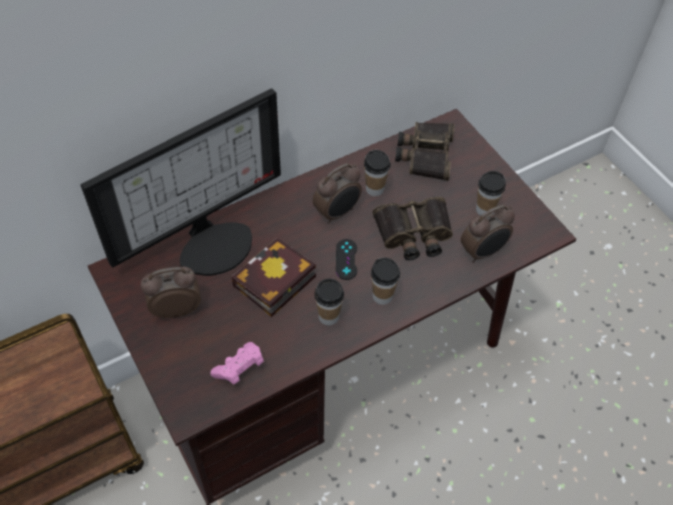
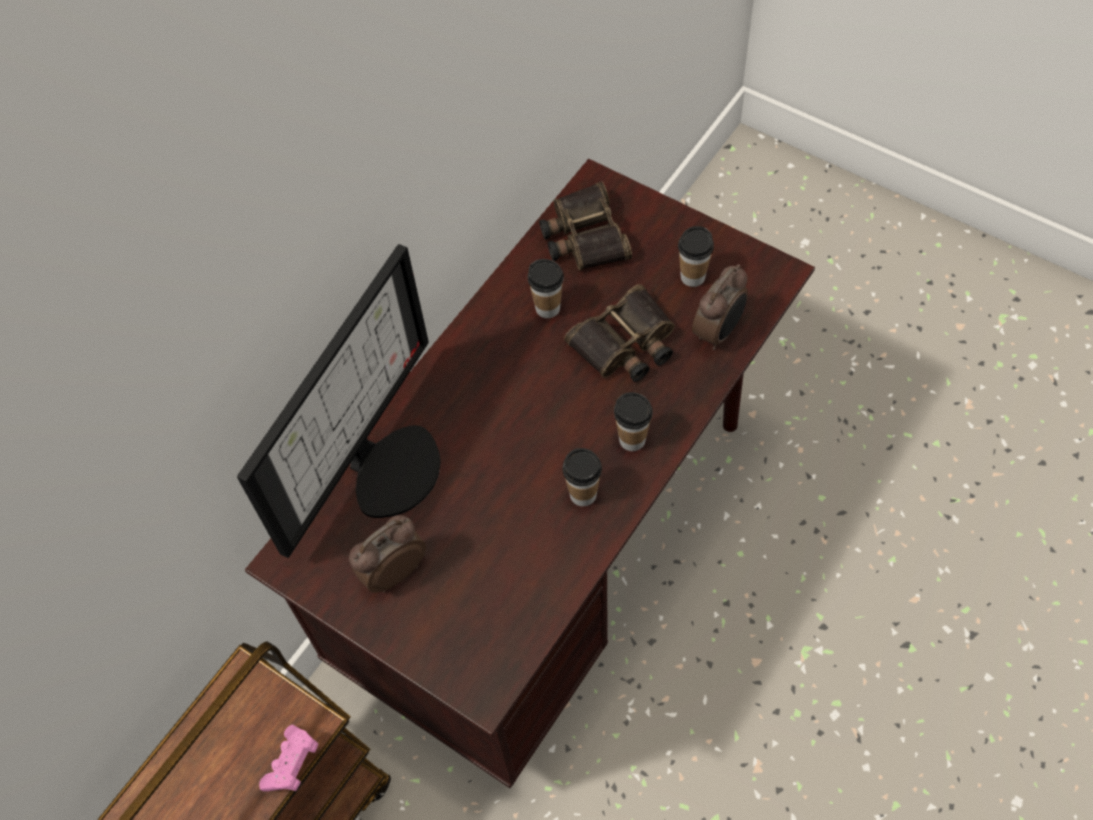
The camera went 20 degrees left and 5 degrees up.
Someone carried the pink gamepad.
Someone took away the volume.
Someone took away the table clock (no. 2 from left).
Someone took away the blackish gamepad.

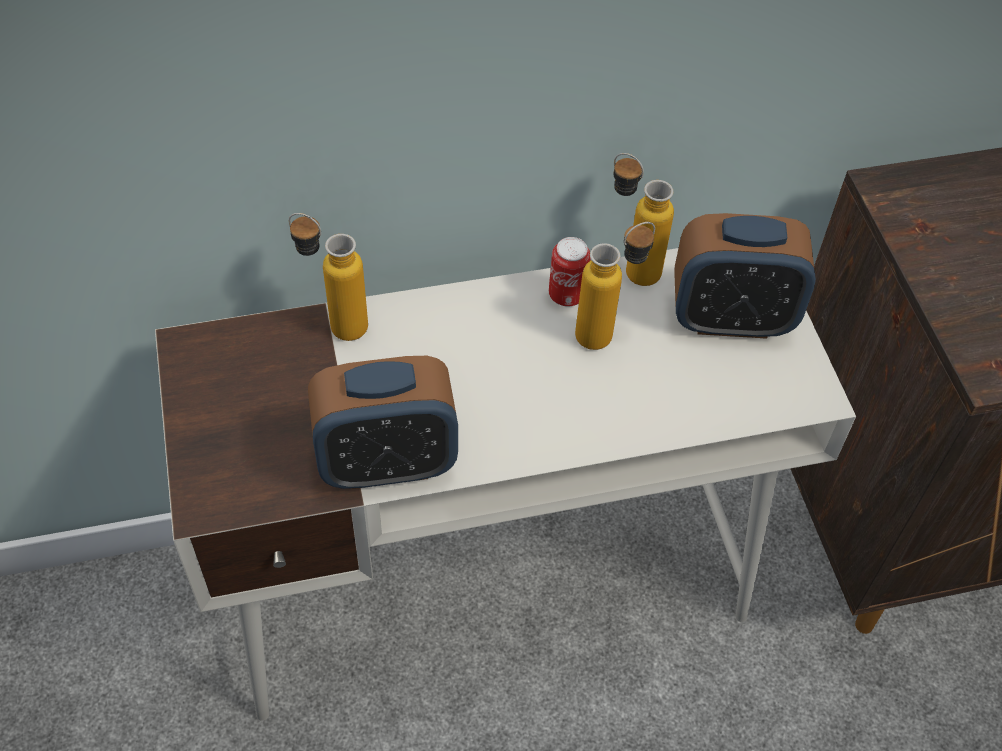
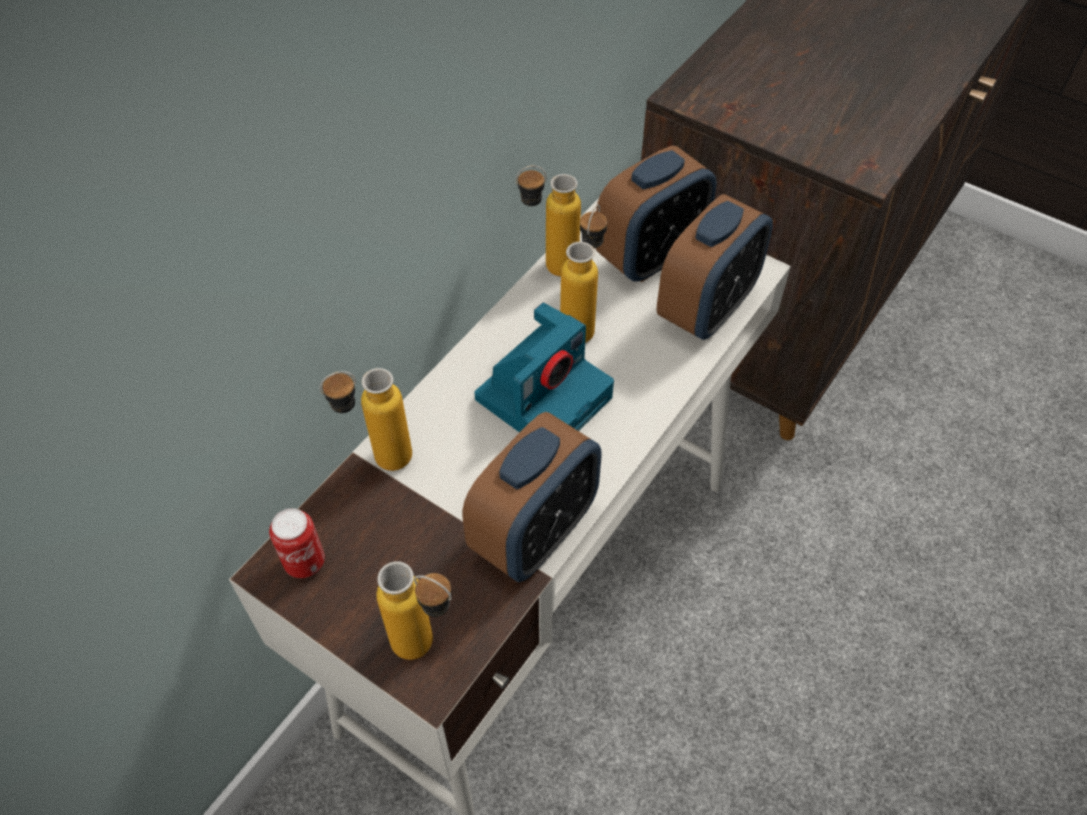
The camera went 40 degrees left and 0 degrees up.
Someone carried the sealed can.
Someone put down the bottle (no. 2 from left).
Someone put down the still camera.
Someone put down the table clock (no. 3 from left).

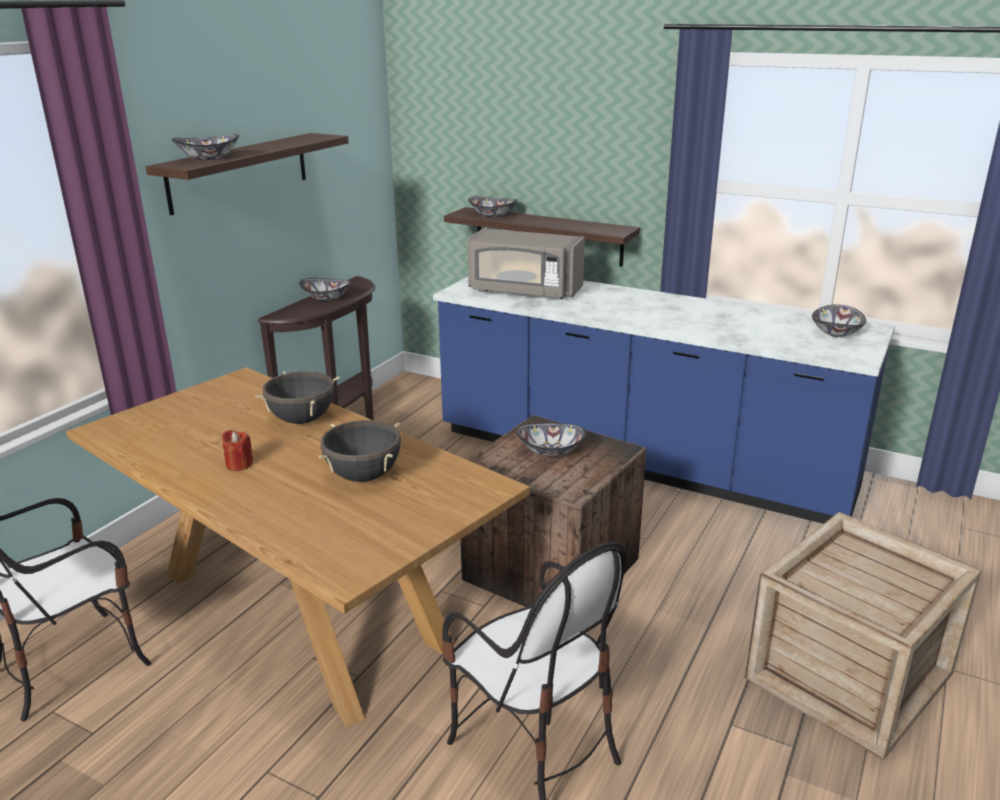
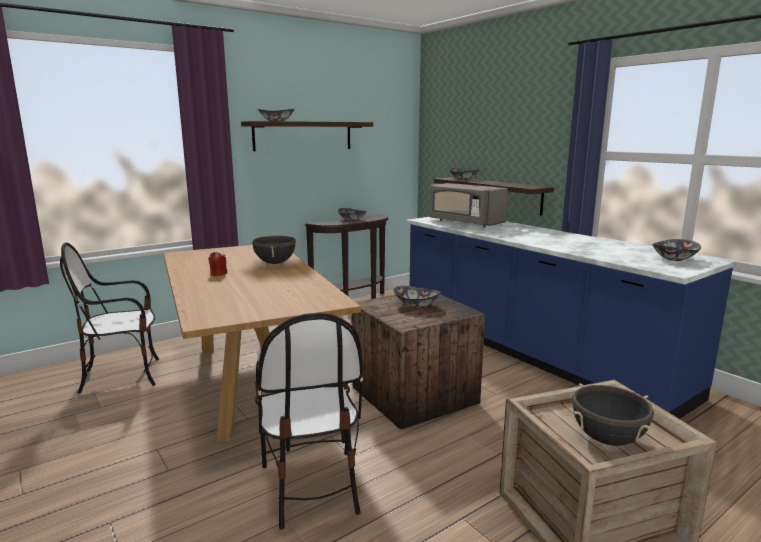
The camera went 25 degrees right and 10 degrees down.
Someone carried the blackish saucepot (no. 2 from left).

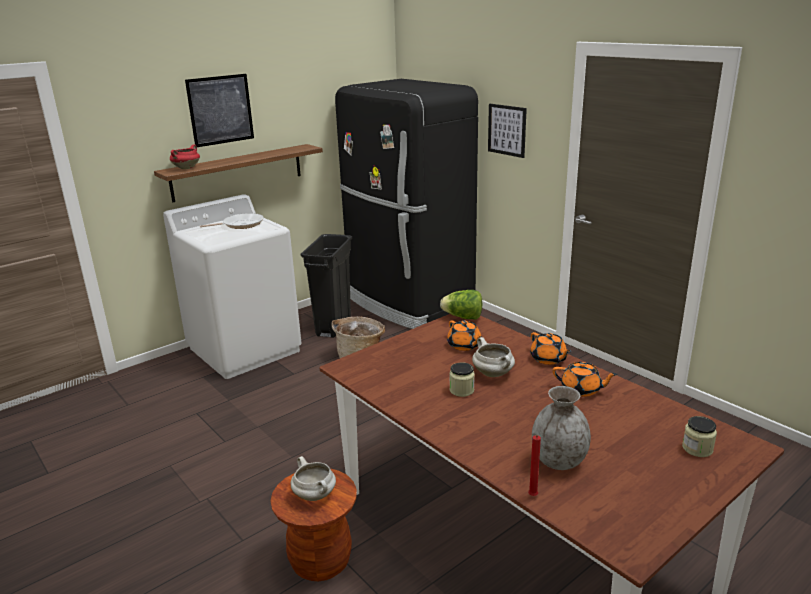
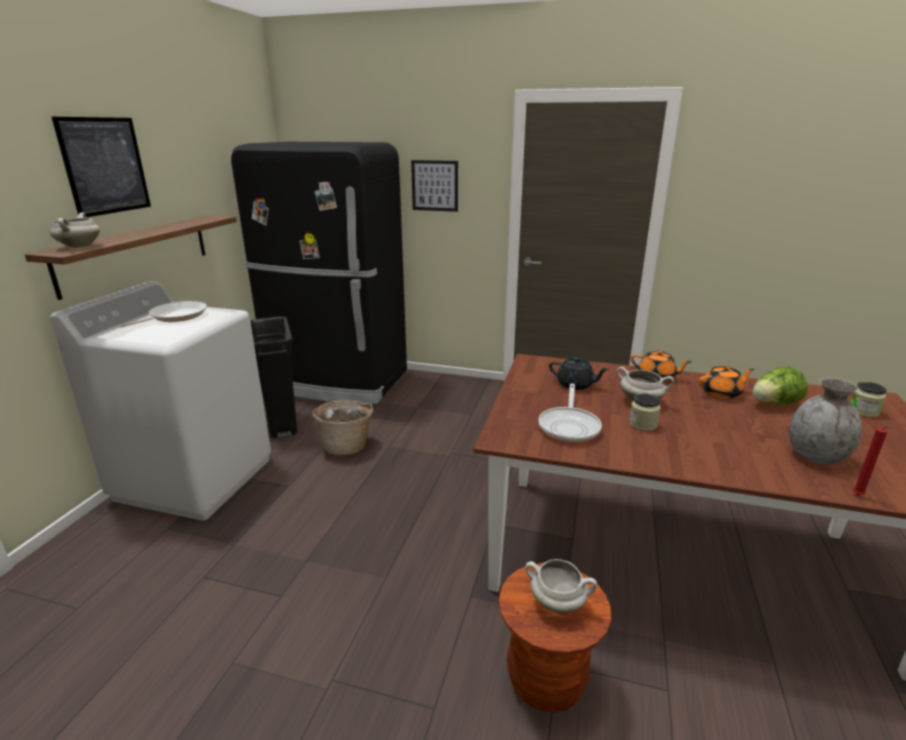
The camera went 35 degrees left and 0 degrees up.
Someone repainted the reddish saucepot, which became the white saucepot (no. 1 from left).
Someone carried the lettuce.
Someone repainted the orangey pot for tea (no. 1 from left), which became the blackish pot for tea.
Someone put down the frying pan (no. 2 from left).

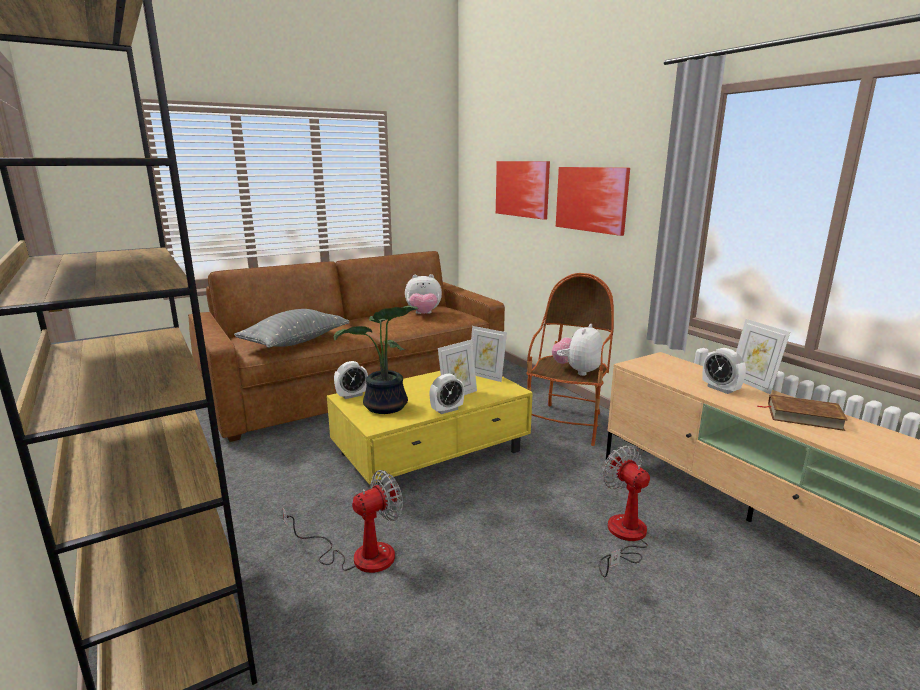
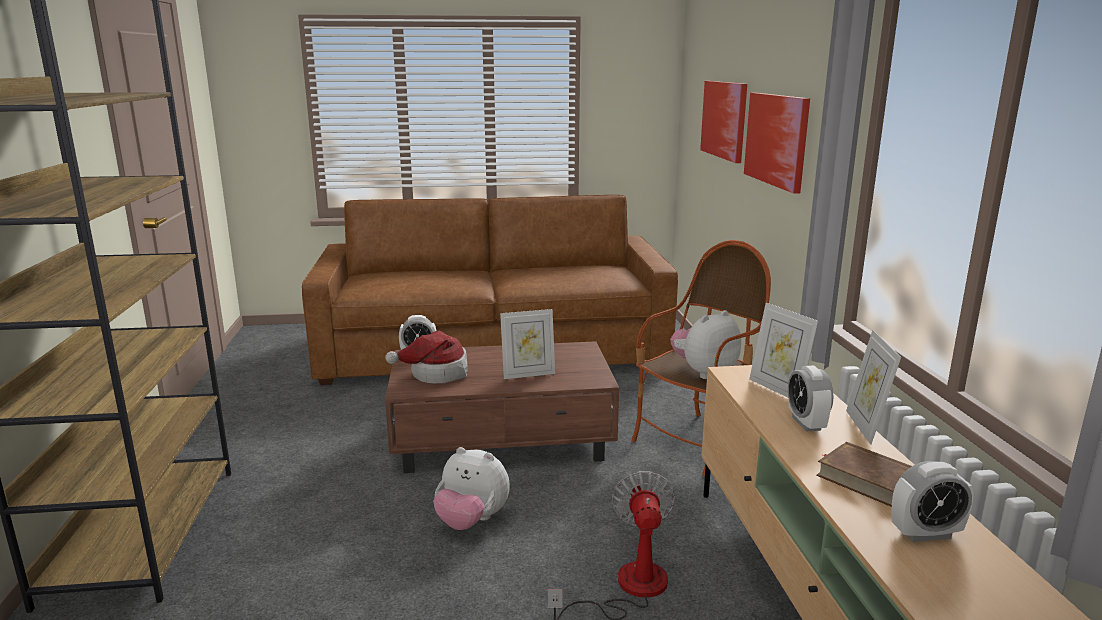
The camera went 25 degrees right and 0 degrees up.
Someone took away the gray cushion.
Someone took away the fan (no. 1 from left).
Someone repainted the yellow-coloured low table, which became the brown low table.
Someone swapped the potted plant for the wearable hat.
Someone carried the soft toy (no. 1 from left).
Someone carried the table clock (no. 2 from left in the first image).
Someone carried the picture frame (no. 2 from left).

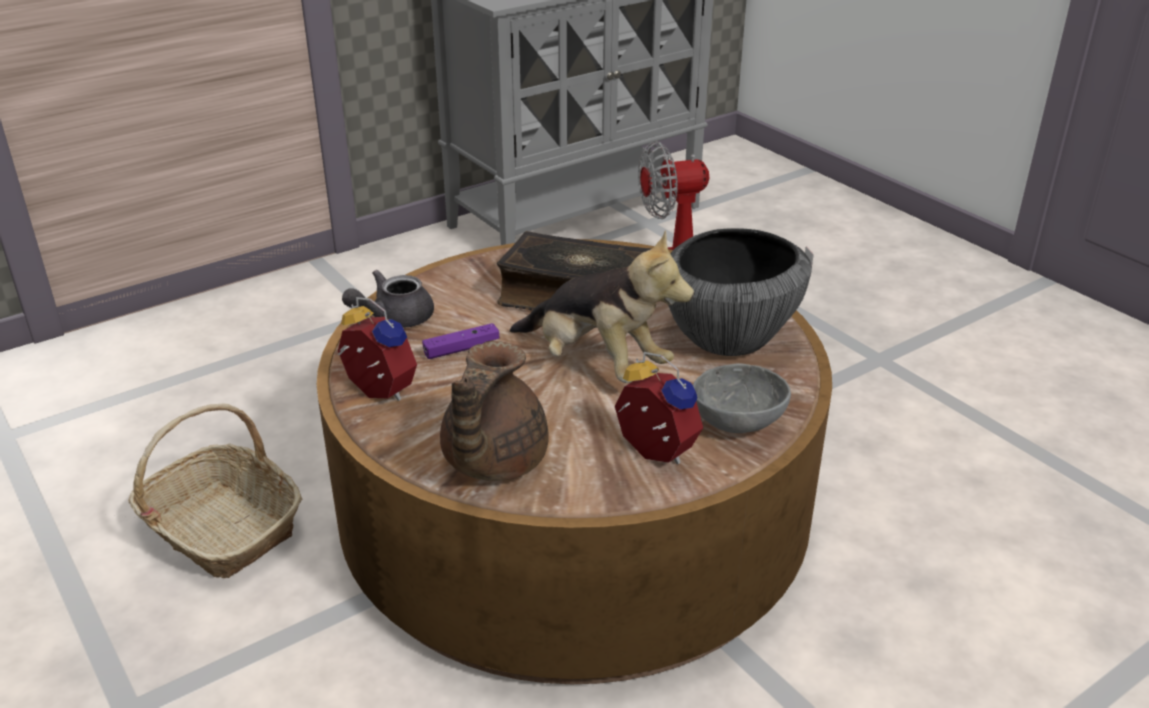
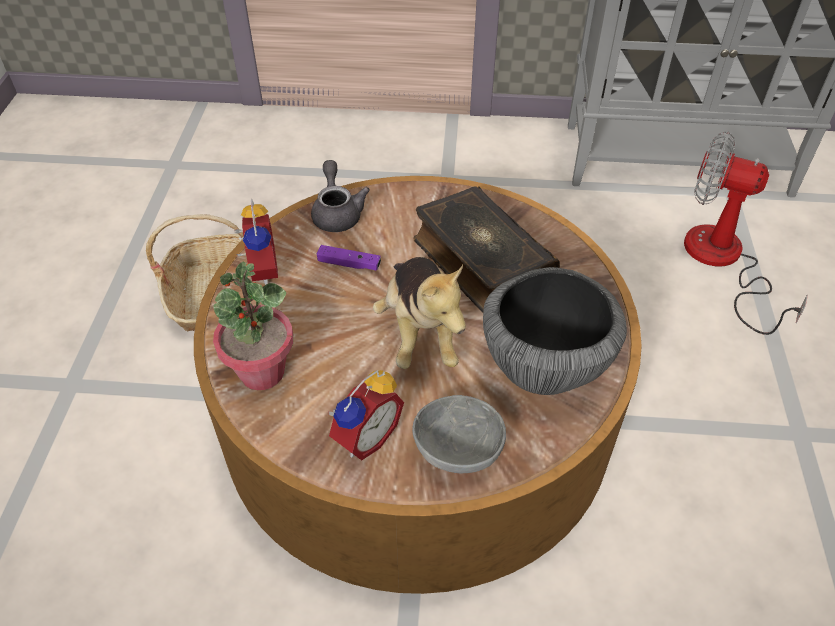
The camera went 40 degrees right and 15 degrees up.
Someone rotated the gray pot for tea by 75 degrees clockwise.
Someone swapped the brown pot for tea for the potted plant.
Someone rotated the table clock (no. 2 from left) by 45 degrees clockwise.

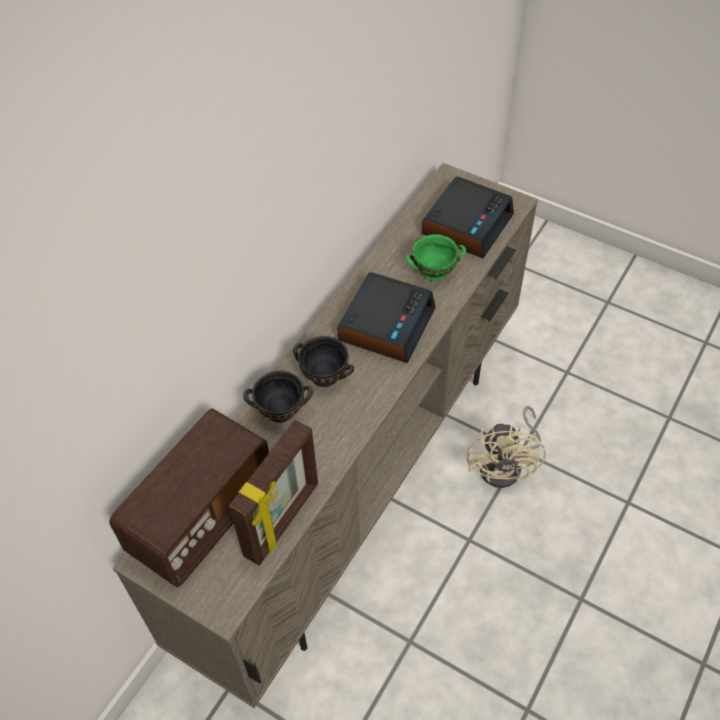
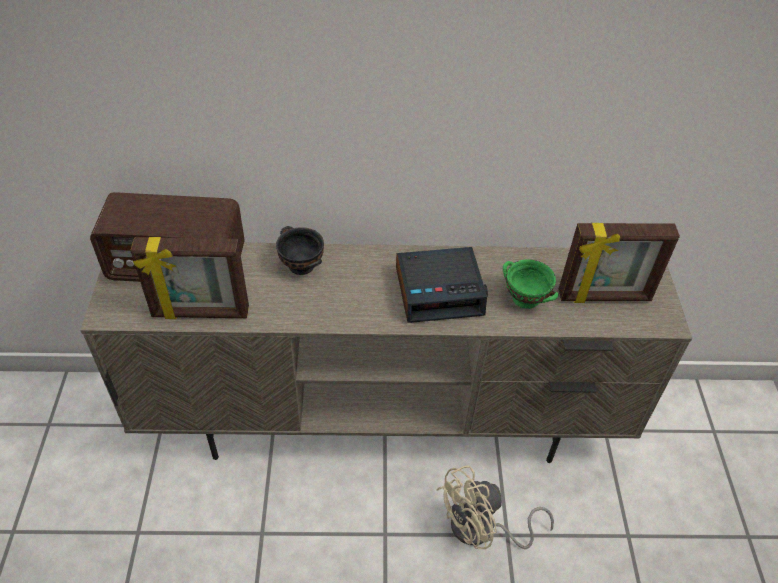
The camera went 55 degrees right and 5 degrees down.
Someone took away the blackish deep dish (no. 2 from left).
Someone swapped the table clock (no. 2 from left) for the picture frame (no. 2 from left).

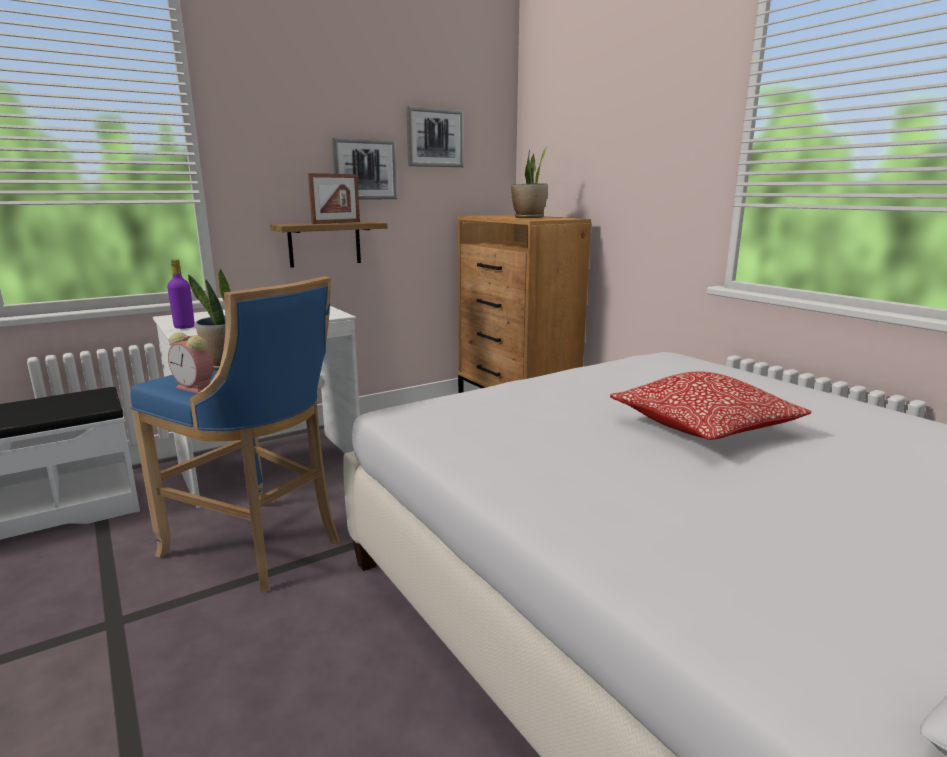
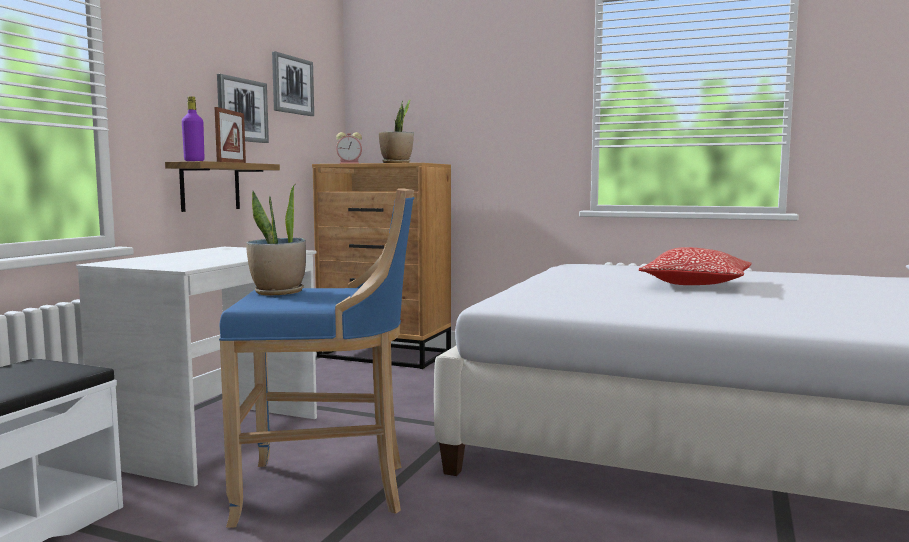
The camera went 35 degrees left and 10 degrees down.
Someone carried the purplish bottle.
Someone carried the table clock.

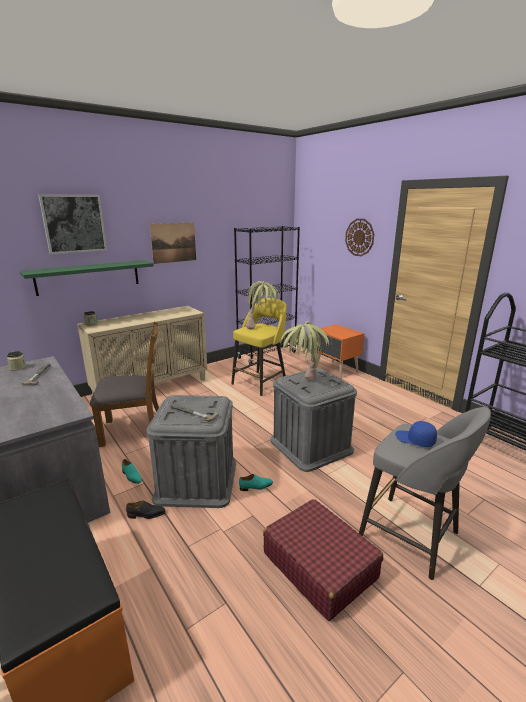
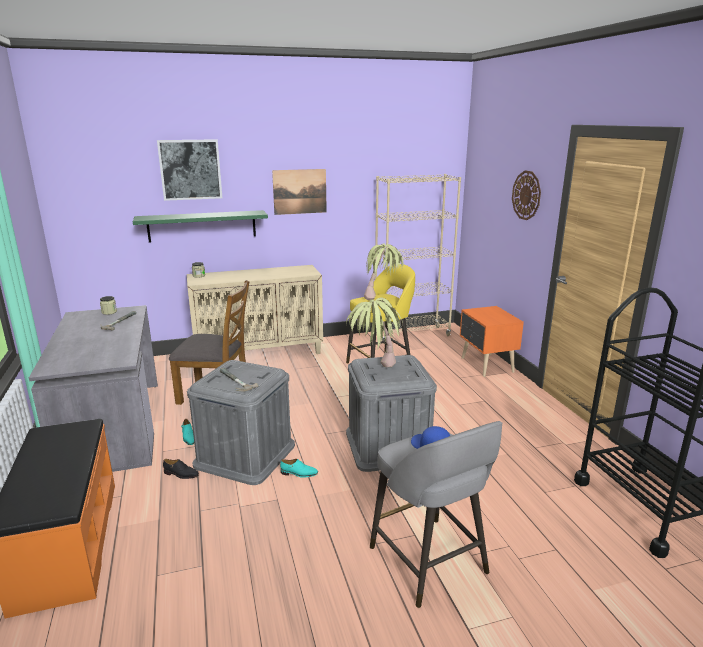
The camera went 20 degrees right and 0 degrees up.
Someone repainted the blackish bookshelf, which became the beige-coloured bookshelf.
Someone took away the reddish travel case.

